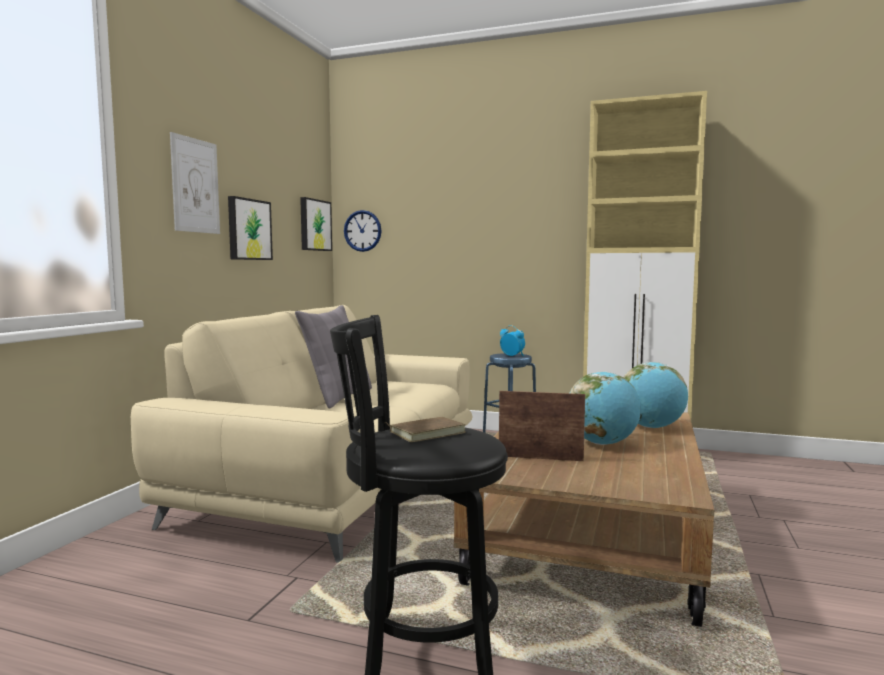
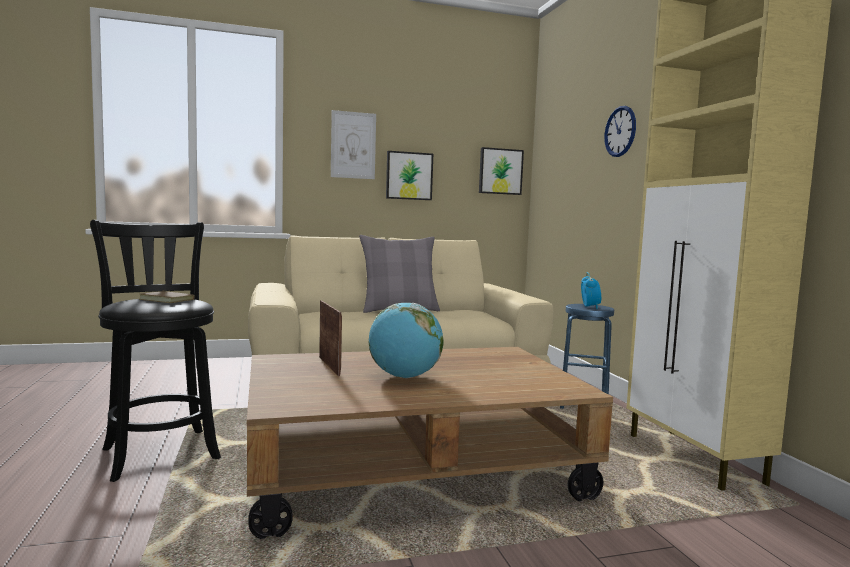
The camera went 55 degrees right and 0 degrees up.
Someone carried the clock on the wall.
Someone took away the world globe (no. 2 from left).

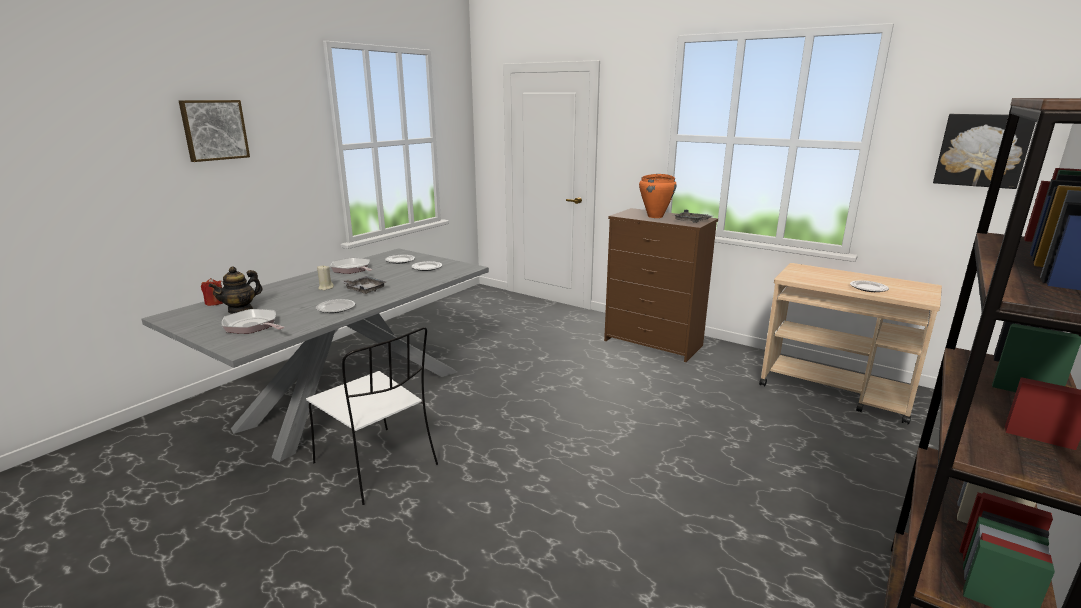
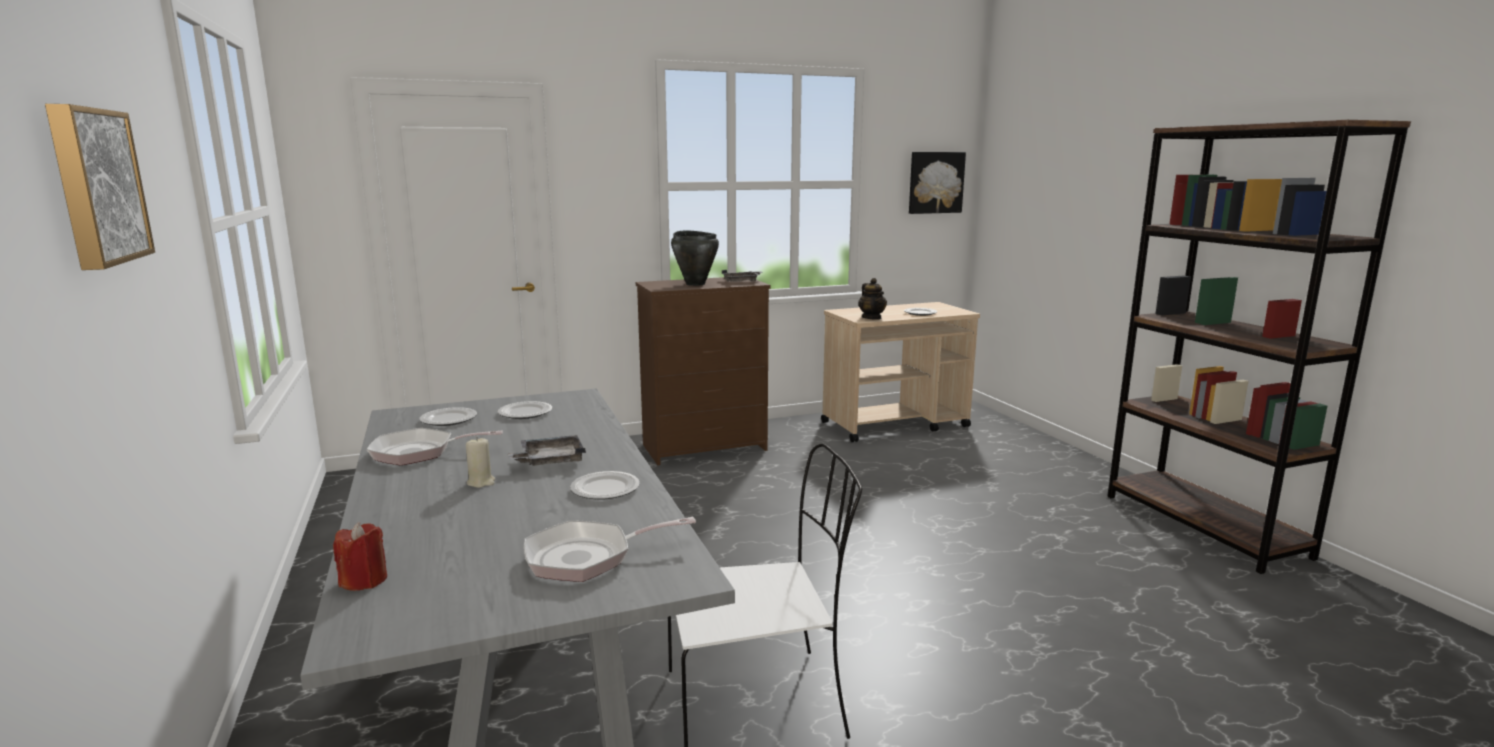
The camera went 55 degrees left and 5 degrees down.
Someone carried the pot for tea.
Someone repainted the orangey saucepot, which became the blackish saucepot.

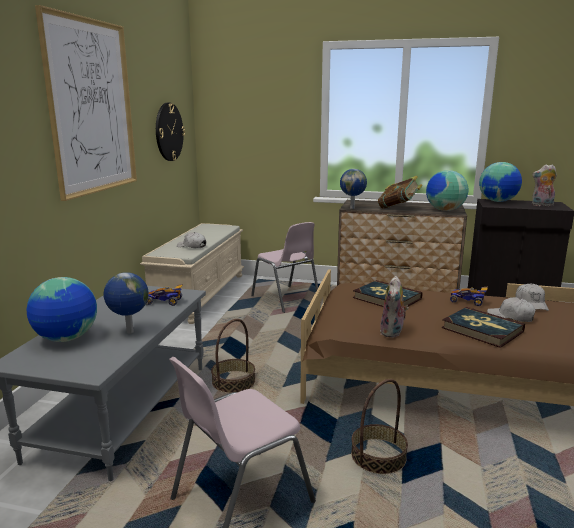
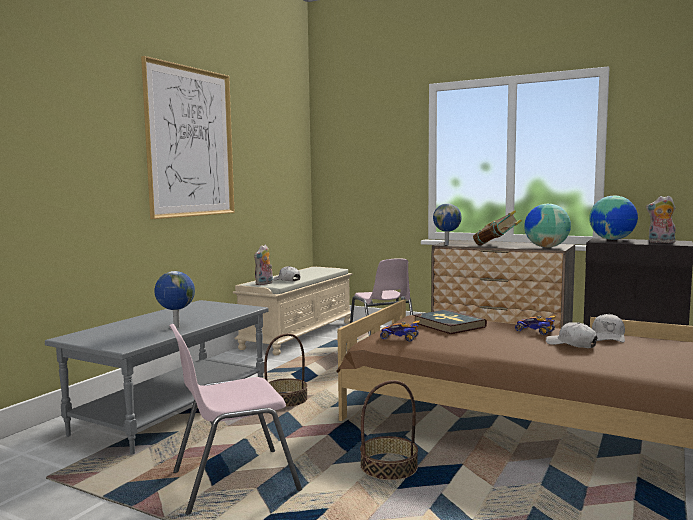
The camera went 15 degrees right and 10 degrees down.
Someone took away the world globe (no. 1 from left).
Someone carried the miniature car (no. 1 from left).
Someone took away the clock on the wall.
Someone carried the soft toy (no. 1 from left).
Someone took away the volume (no. 3 from left).

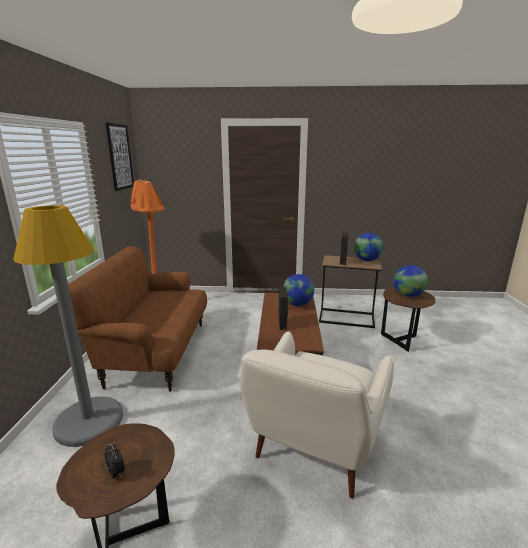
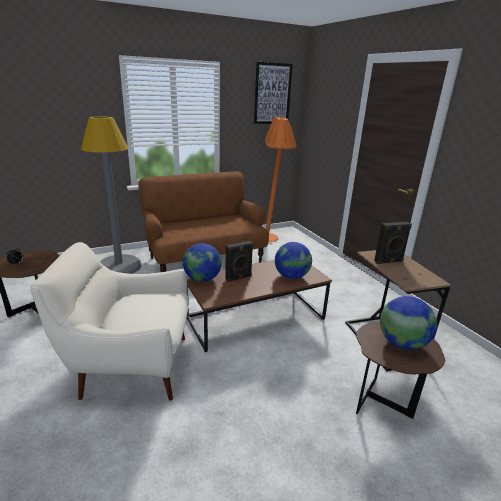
The camera went 60 degrees right and 5 degrees up.
Someone carried the world globe (no. 2 from left in the first image).

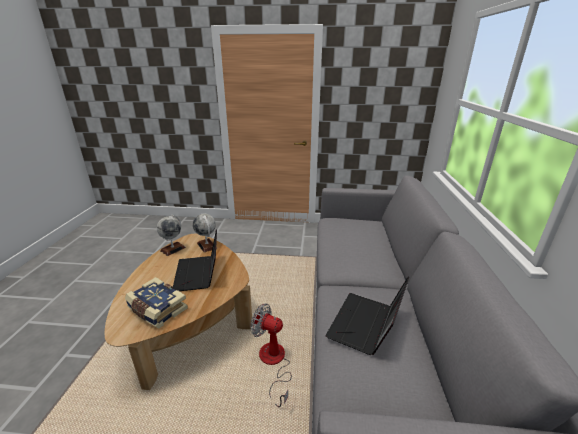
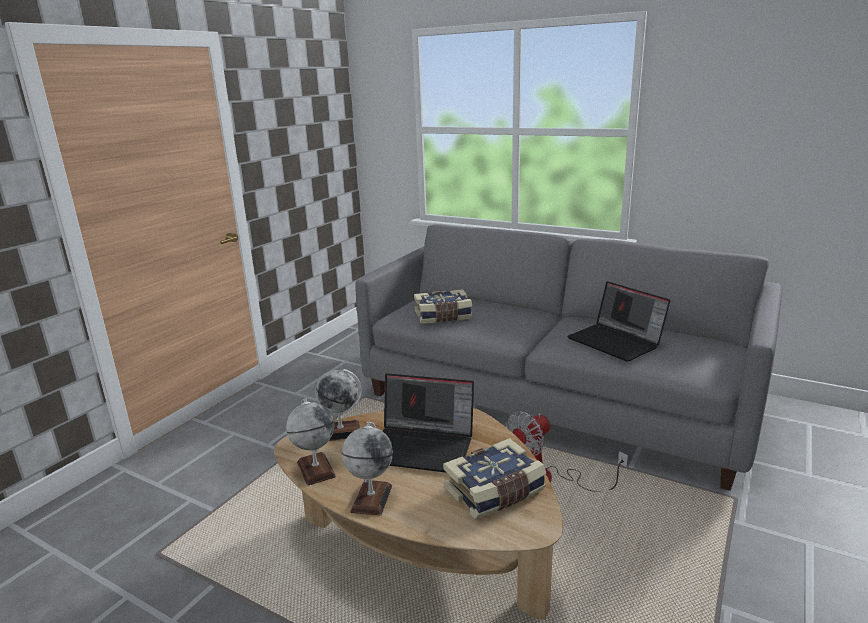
The camera went 65 degrees left and 5 degrees down.
Someone put down the world globe (no. 3 from left).
Someone put down the volume (no. 1 from left).

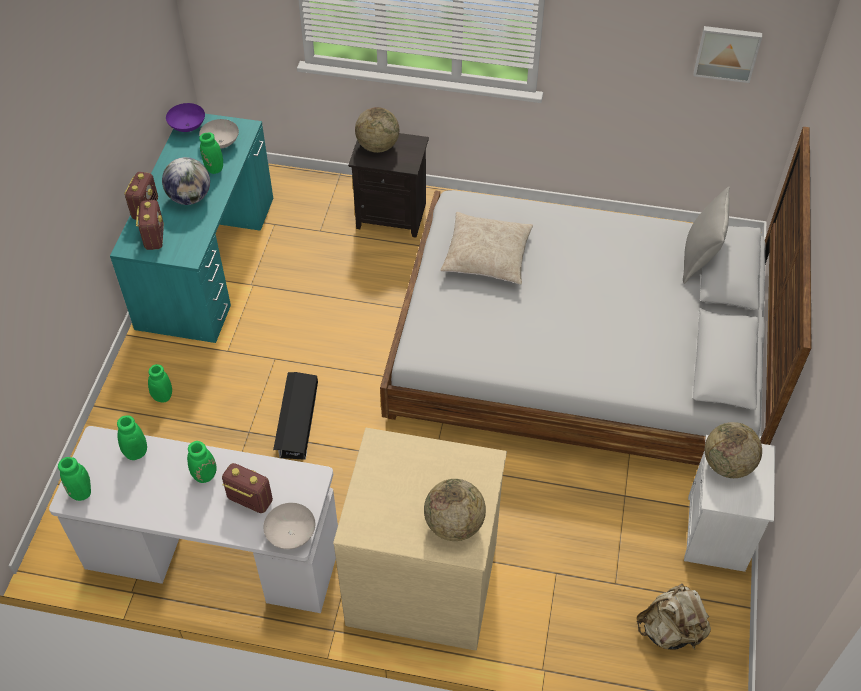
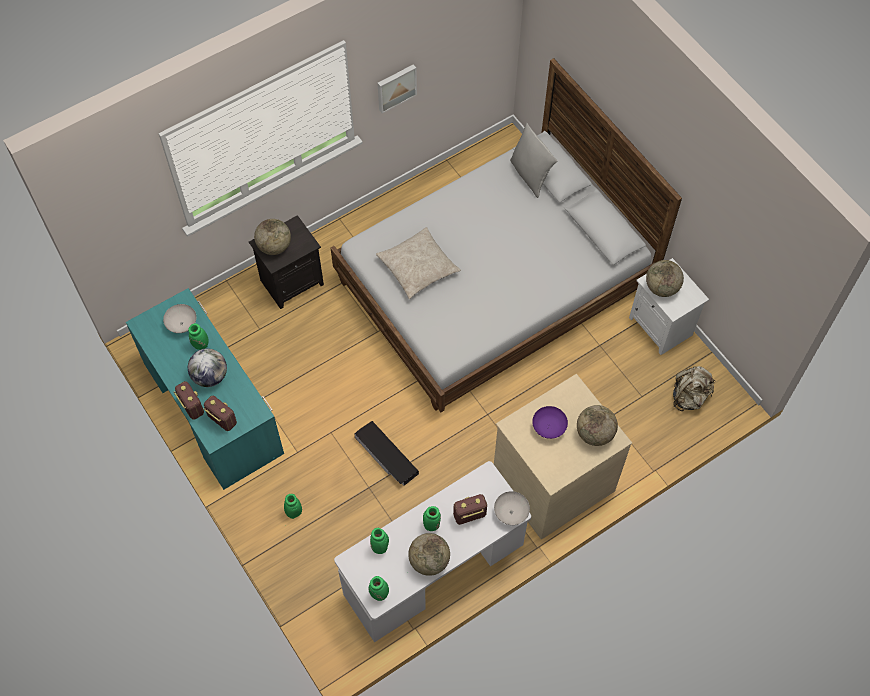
The camera went 45 degrees left and 10 degrees up.
Someone carried the purplish deep dish.
Someone carried the wall picture.
Someone put down the world globe (no. 3 from left).

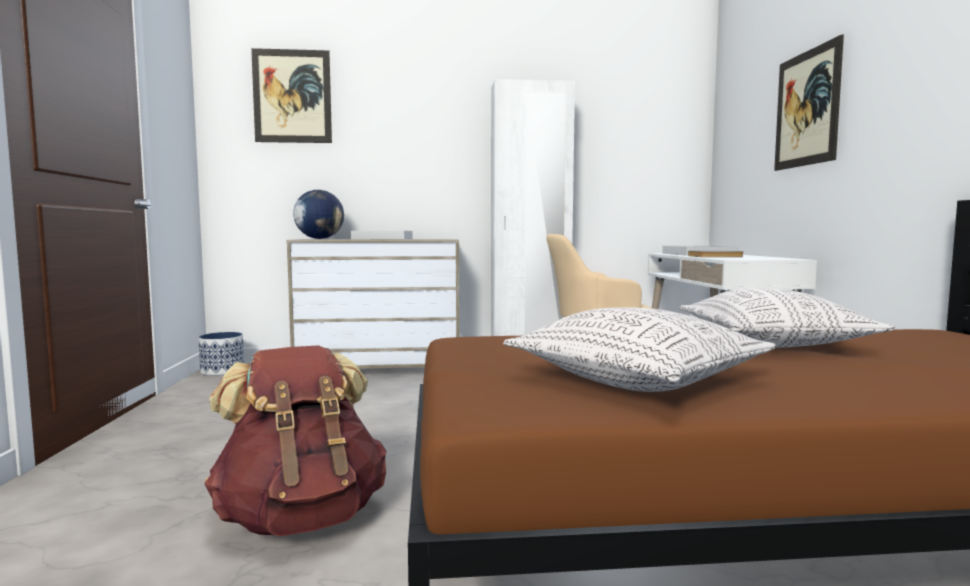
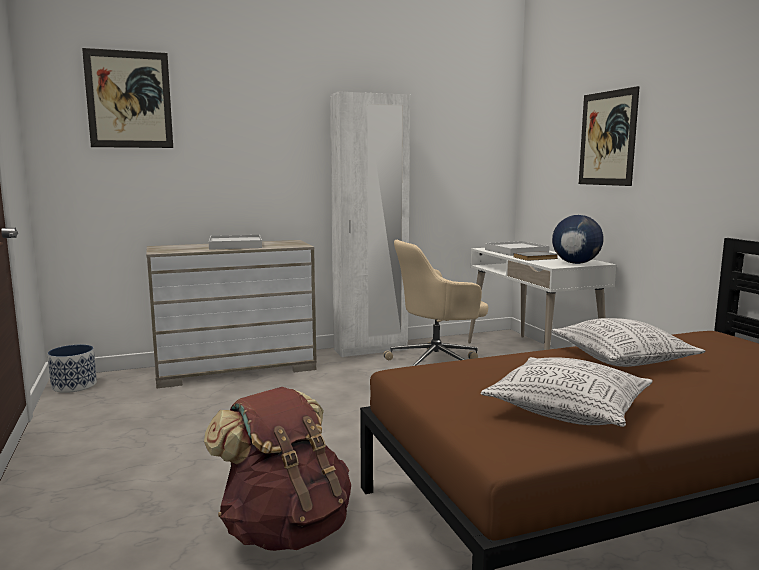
The camera went 15 degrees left and 5 degrees up.
Someone carried the world globe.

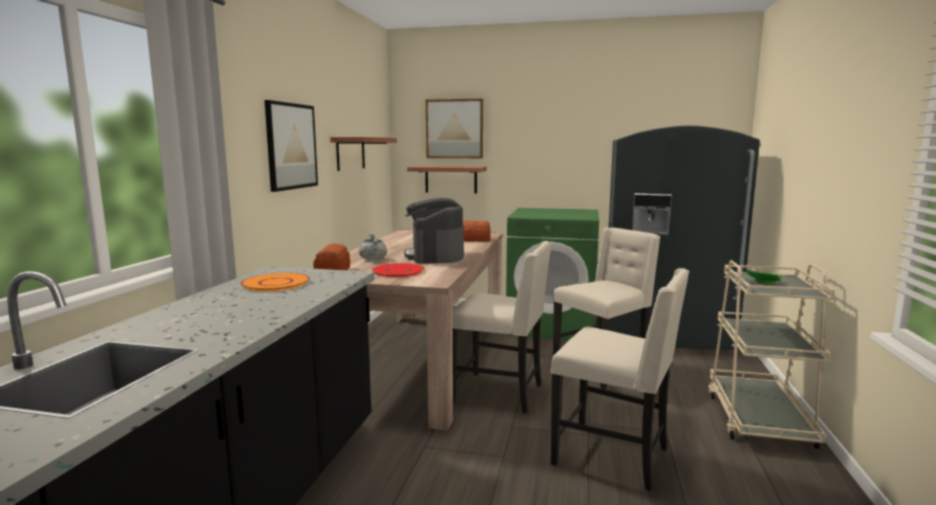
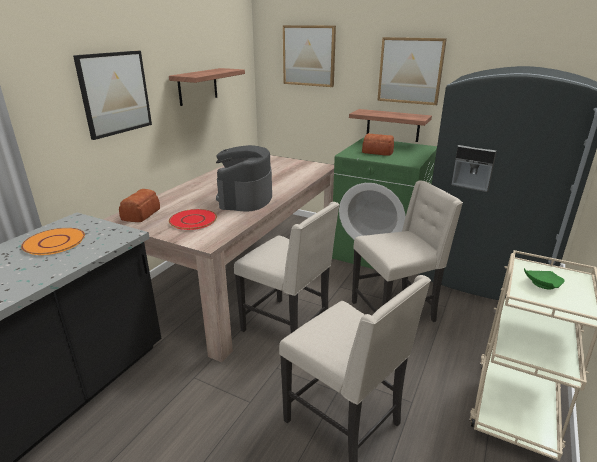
The camera went 15 degrees right and 15 degrees up.
Someone took away the gray saucepot.
Someone carried the shelf (no. 2 from left).
Someone carried the bread (no. 2 from left).
Someone put up the wall picture (no. 3 from left).

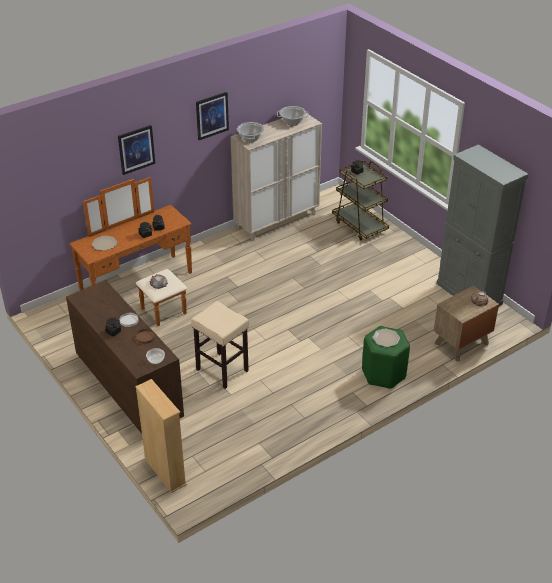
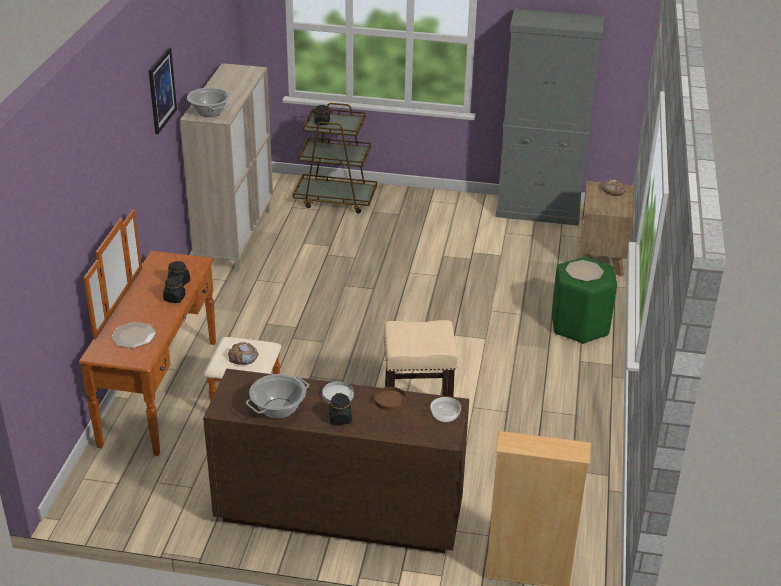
The camera went 45 degrees left and 5 degrees down.
Someone took away the wall picture (no. 1 from left).
Someone carried the saucepot (no. 2 from left).

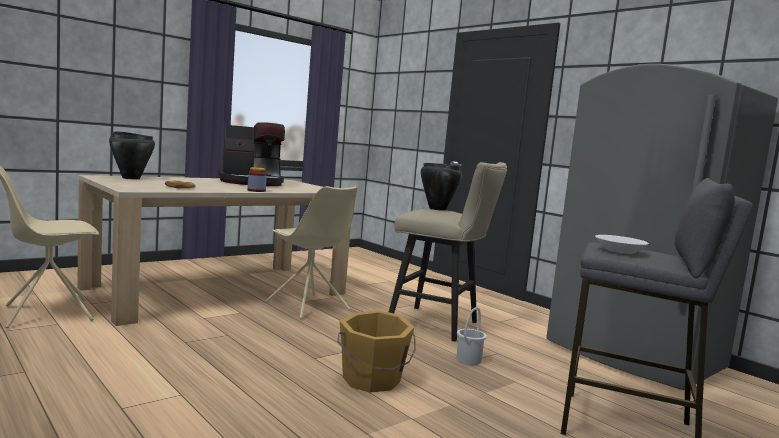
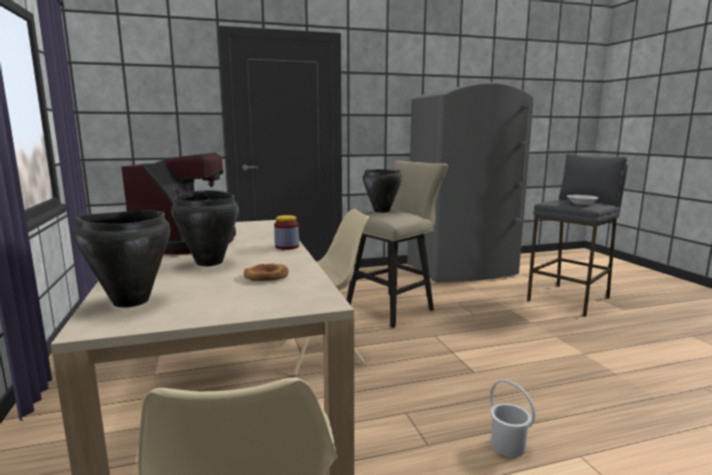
The camera went 65 degrees left and 5 degrees up.
Someone took away the orangey water bucket.
Someone carried the white water bucket.
Someone put down the blackish saucepot (no. 2 from left).

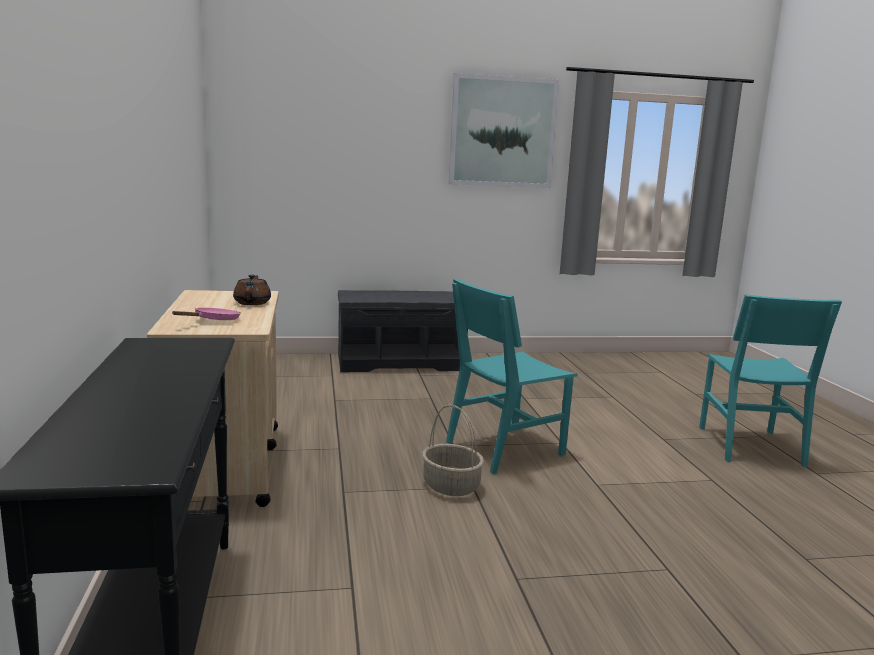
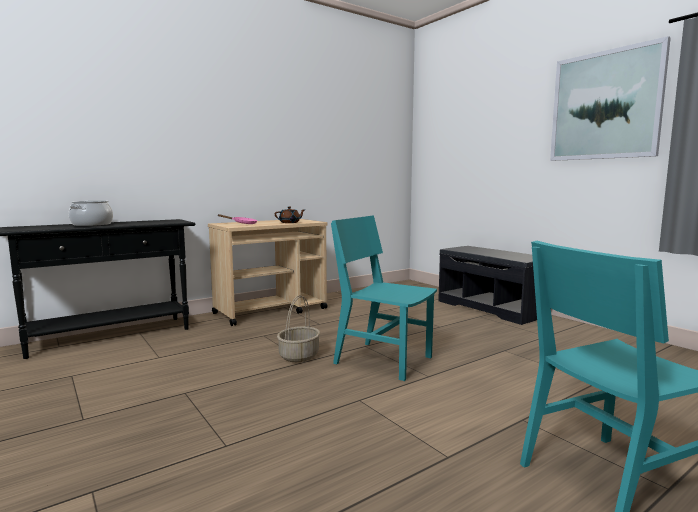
The camera went 65 degrees right and 5 degrees down.
Someone put down the saucepot.

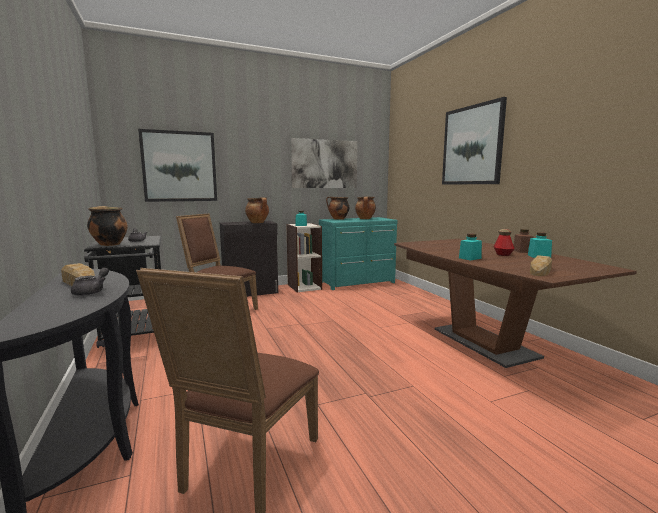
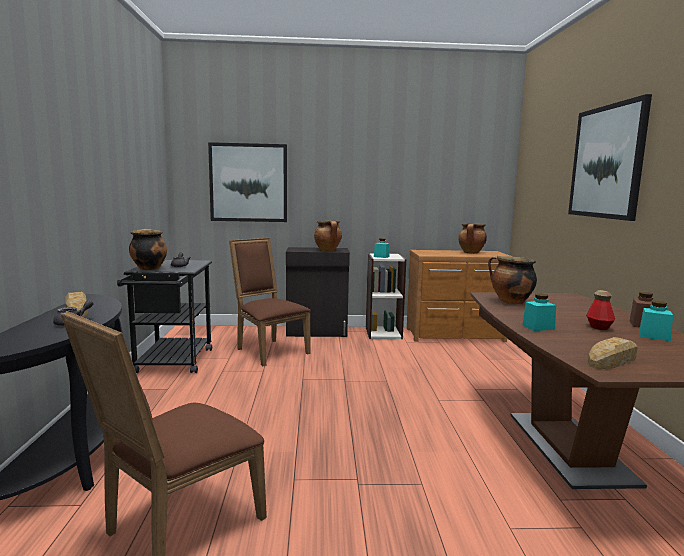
The camera went 20 degrees right and 0 degrees up.
Someone took away the wall picture (no. 2 from left).
Someone repainted the turquoise-coloured chest of drawers, which became the brown chest of drawers.
Someone carried the saucepot (no. 3 from left in the first image).

